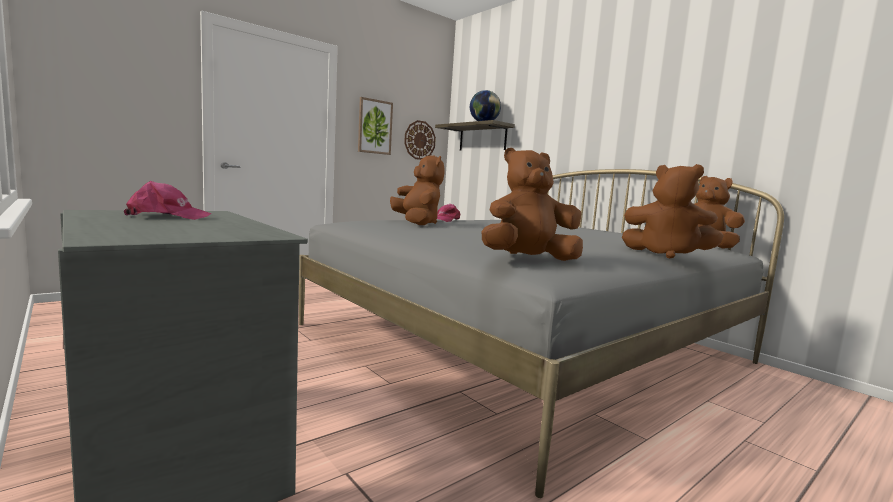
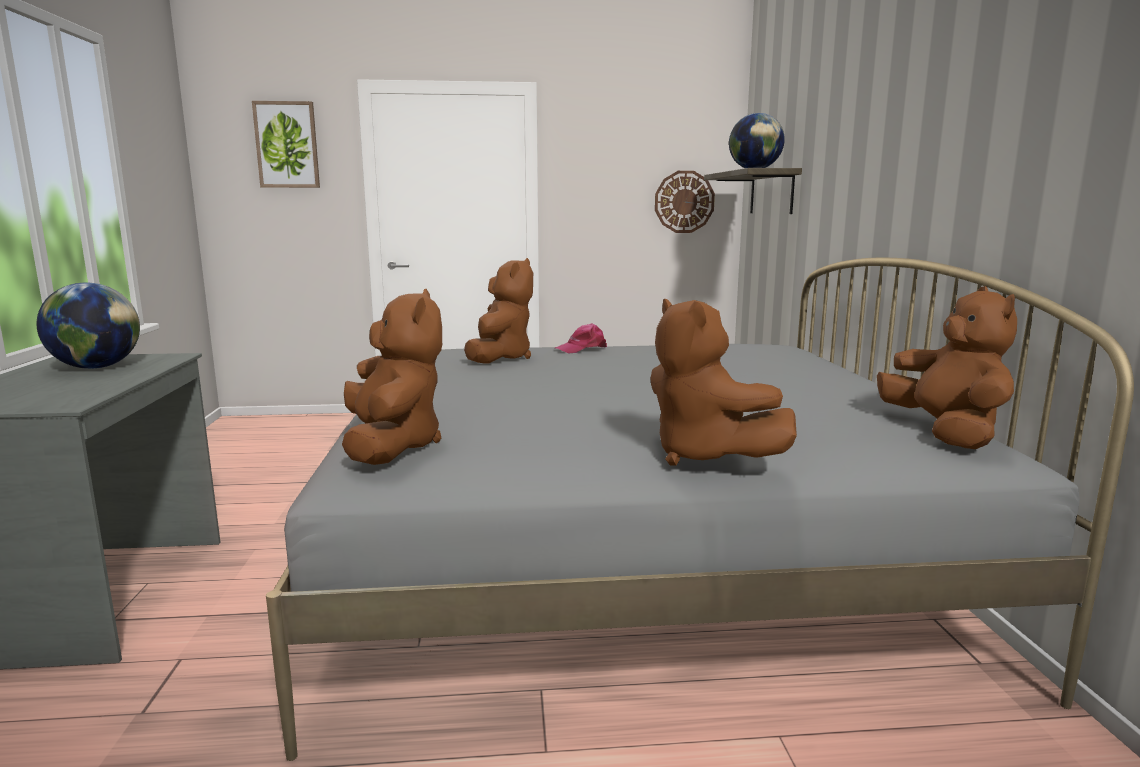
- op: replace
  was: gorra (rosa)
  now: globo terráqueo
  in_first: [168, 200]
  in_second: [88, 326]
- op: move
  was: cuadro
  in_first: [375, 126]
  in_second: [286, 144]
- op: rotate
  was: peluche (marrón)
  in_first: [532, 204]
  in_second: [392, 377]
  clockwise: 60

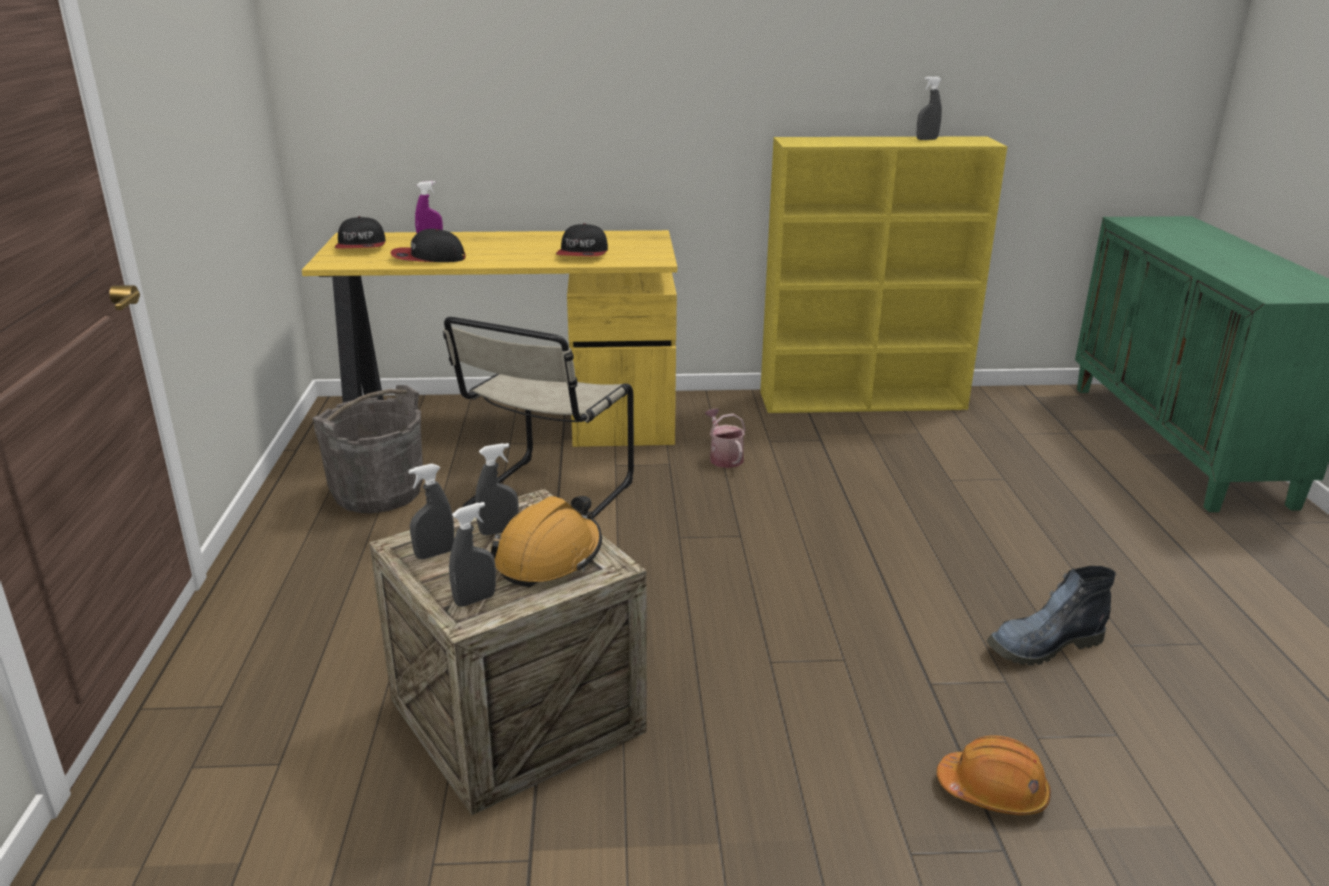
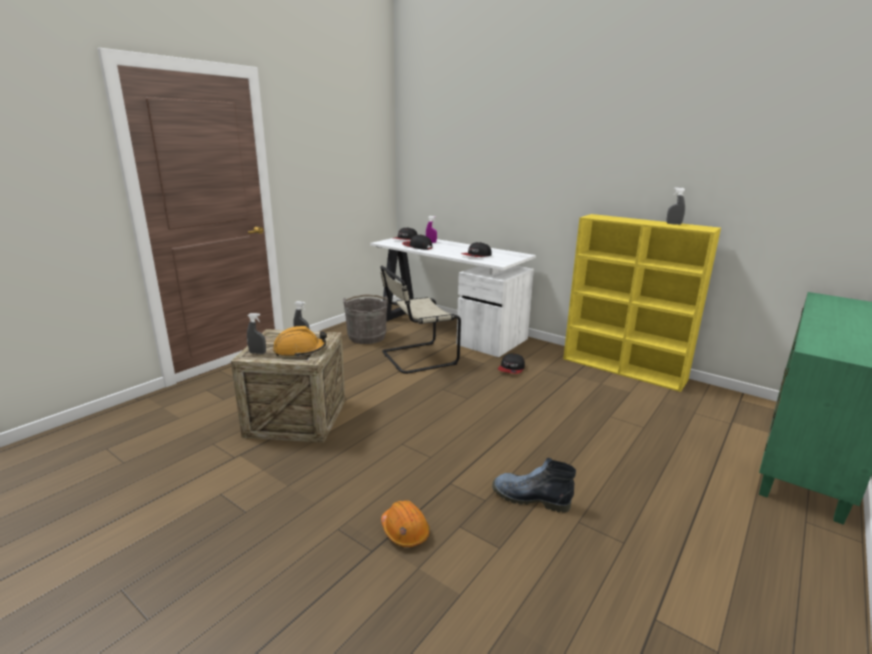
- op: recolor
  was: escritorio (amarillo)
  now: escritorio (blanco)
  in_first: [489, 338]
  in_second: [453, 297]
- op: replace
  was: regadera
  now: gorra
  in_first: [725, 438]
  in_second: [511, 363]
- op: delete
  was: pulverizador (gris)
  in_first: [431, 511]

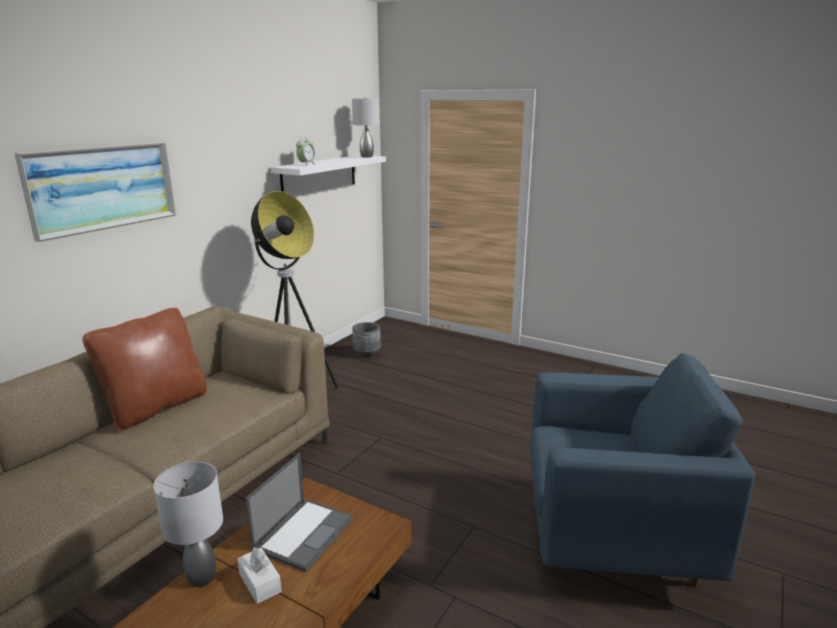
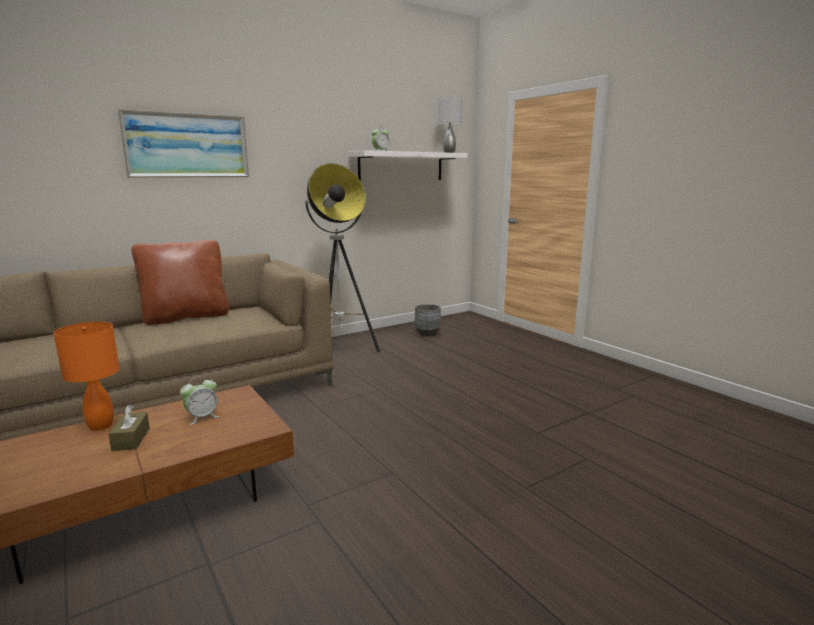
- op: recolor
  was: lámpara de mesa (gris)
  now: lámpara de mesa (naranja)
  in_first: [188, 524]
  in_second: [87, 376]
- op: recolor
  was: caja de pañuelos (blanco)
  now: caja de pañuelos (marrón)
  in_first: [259, 575]
  in_second: [129, 428]
- op: replace
  was: portátil
  now: despertador
  in_first: [299, 512]
  in_second: [199, 400]
- op: delete
  was: sillón (azul)
  in_first: [643, 470]

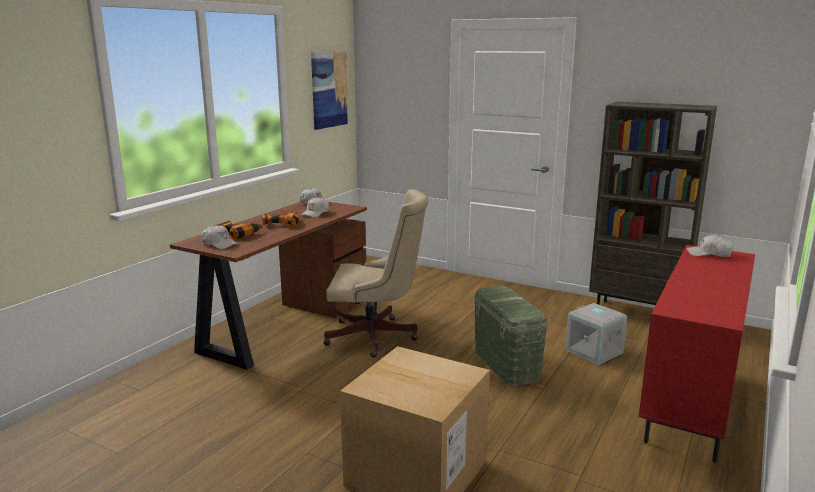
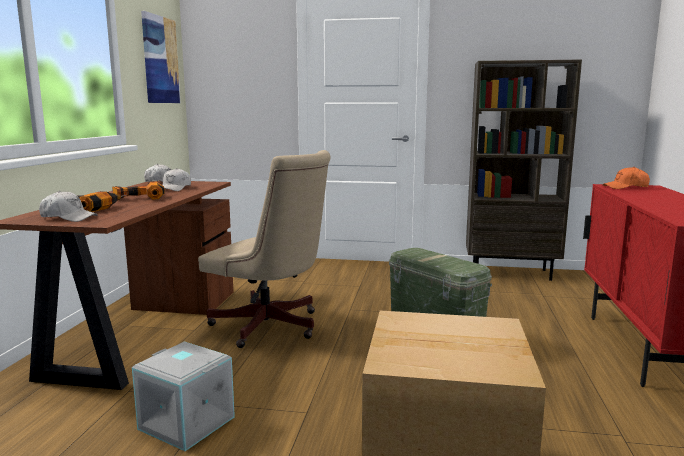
- op: move
  was: caja de almacenaje (gris)
  in_first: [596, 334]
  in_second: [183, 396]
- op: rotate
  was: silla de oficina (beis)
  in_first: [376, 273]
  in_second: [264, 249]
  clockwise: 45
- op: recolor
  was: gorra (blanco)
  now: gorra (naranja)
  in_first: [710, 246]
  in_second: [626, 178]

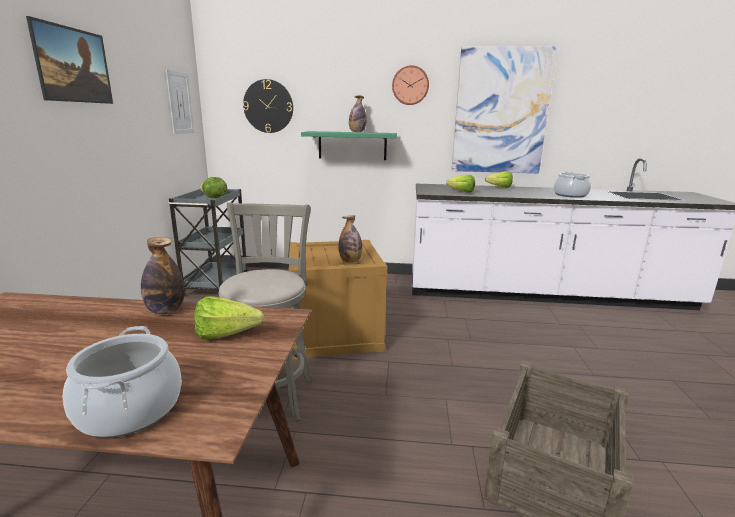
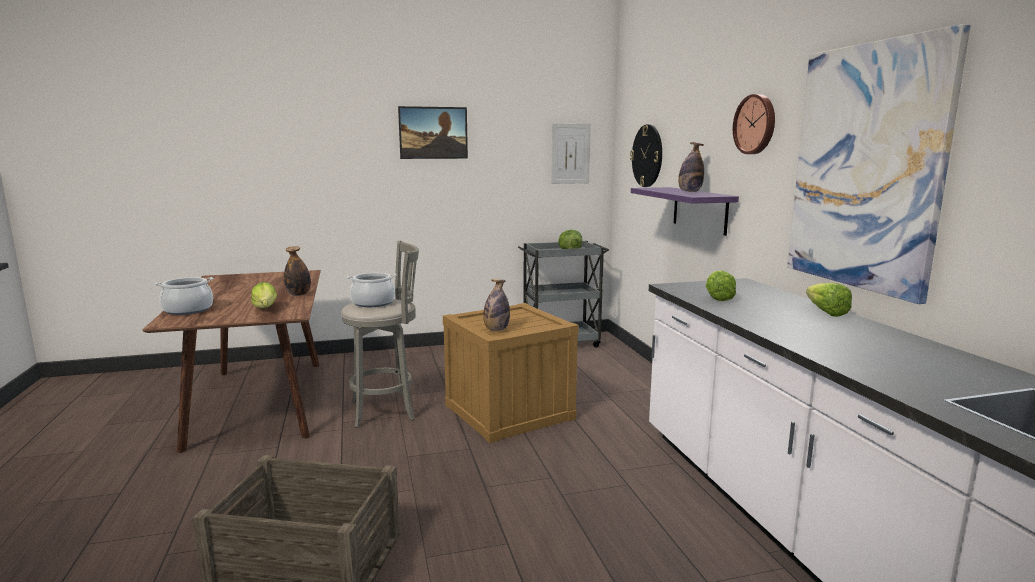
- op: move
  was: olla
  in_first: [572, 184]
  in_second: [371, 290]
- op: recolor
  was: estante (verde)
  now: estante (morado)
  in_first: [349, 145]
  in_second: [685, 211]

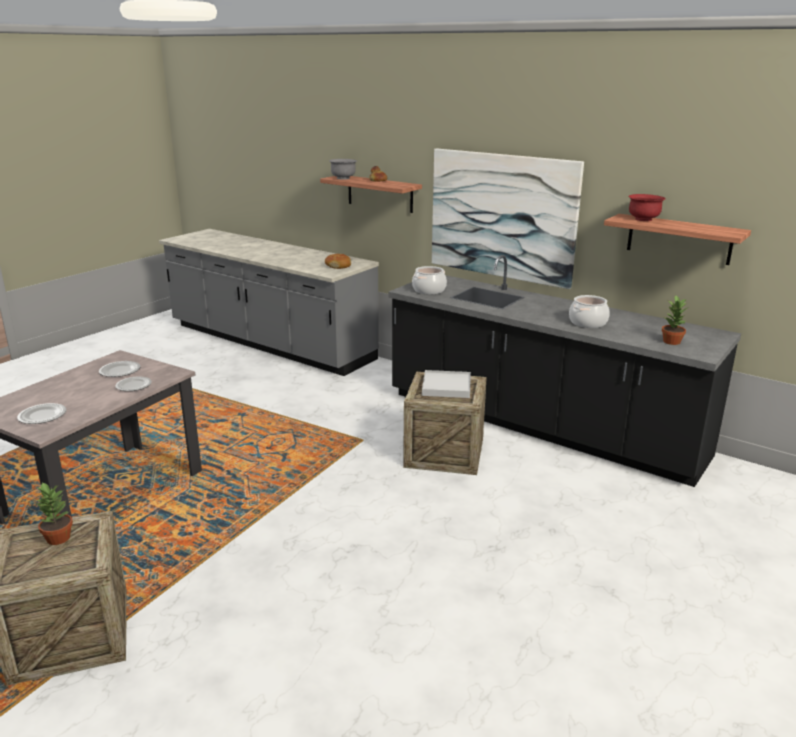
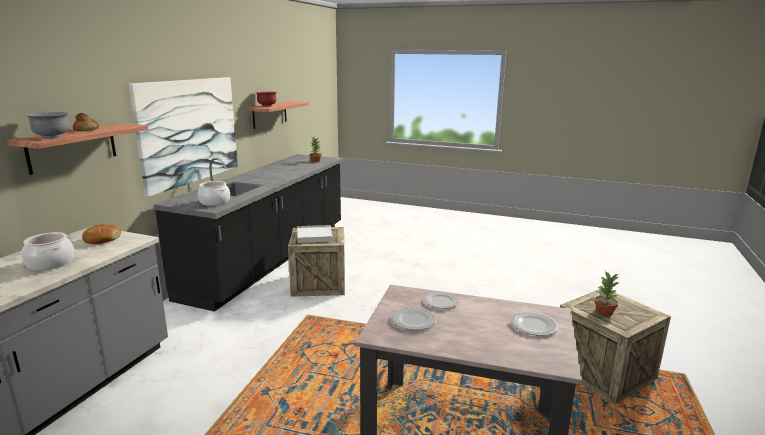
- op: move
  was: olla
  in_first: [589, 311]
  in_second: [47, 251]

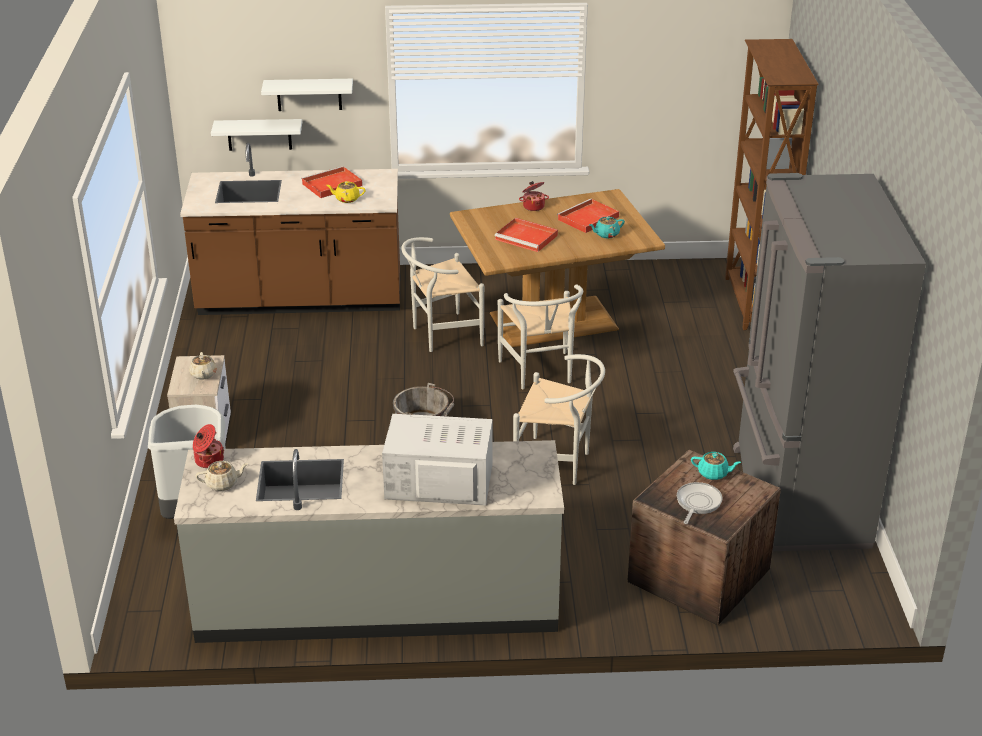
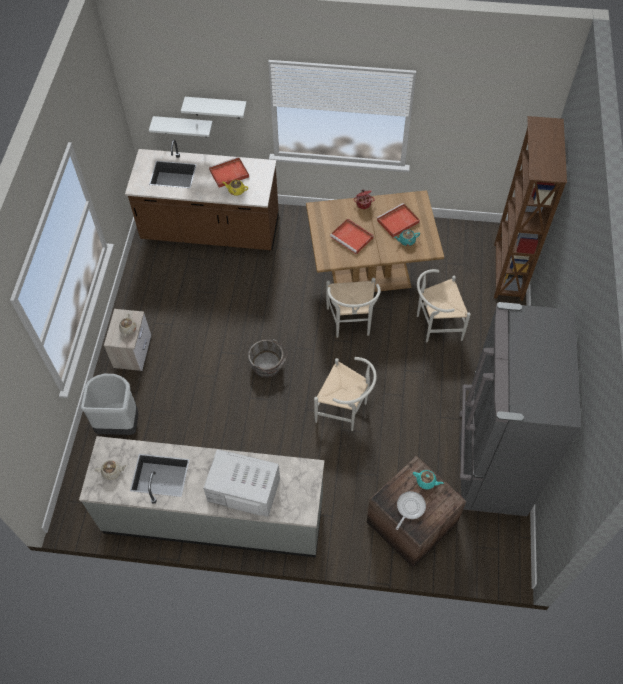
- op: move
  was: silla (blanco)
  in_first: [442, 294]
  in_second: [444, 305]
- op: delete
  was: olla
  in_first: [208, 446]

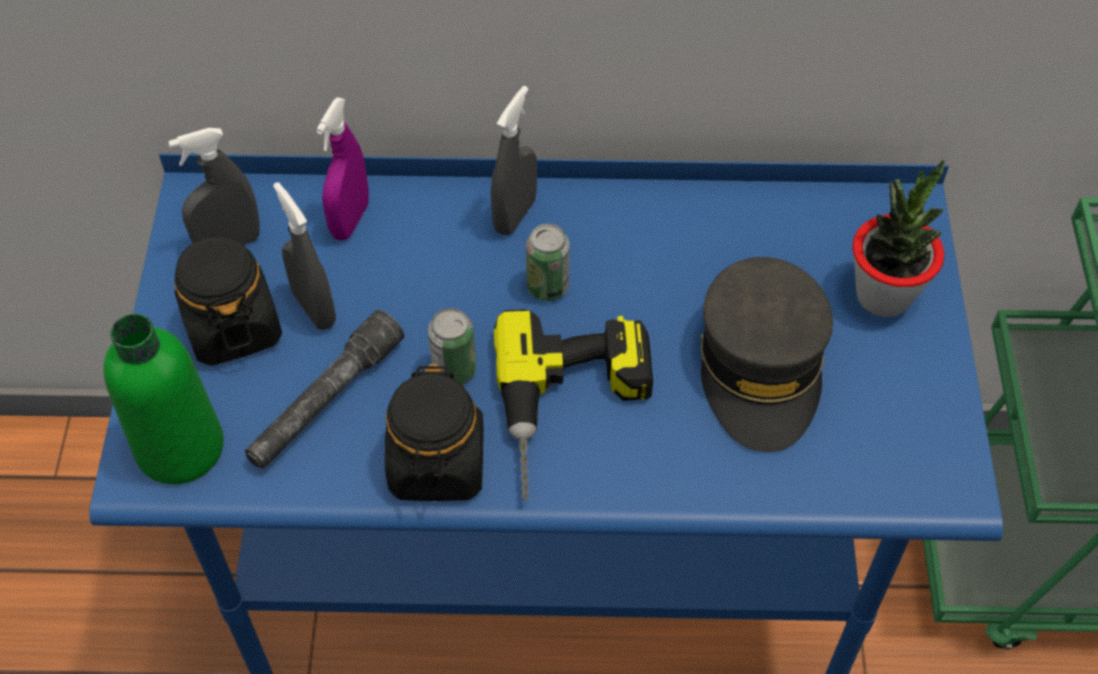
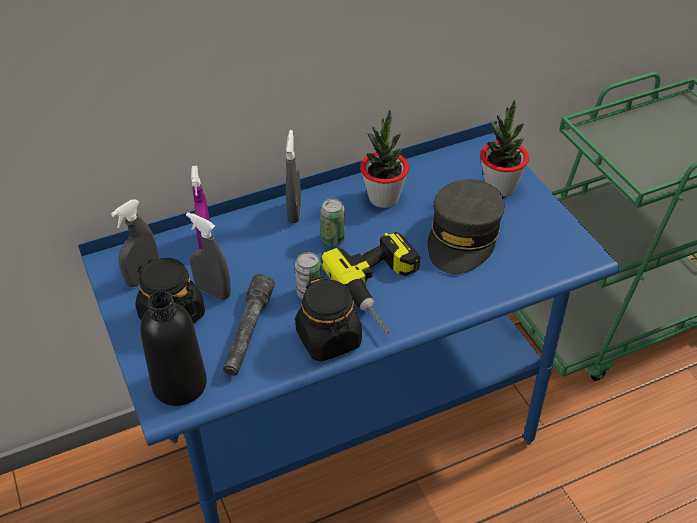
- op: recolor
  was: botella (verde)
  now: botella (negro)
  in_first: [163, 399]
  in_second: [173, 348]
- op: insert
  now: planta en maceta
  in_second: [384, 159]
- op: rotate
  was: gorra (gris)
  in_first: [767, 354]
  in_second: [466, 226]
  clockwise: 45

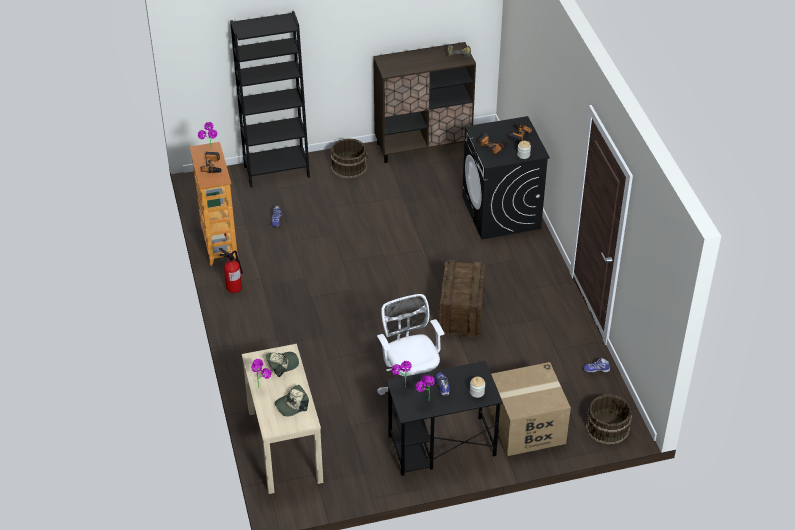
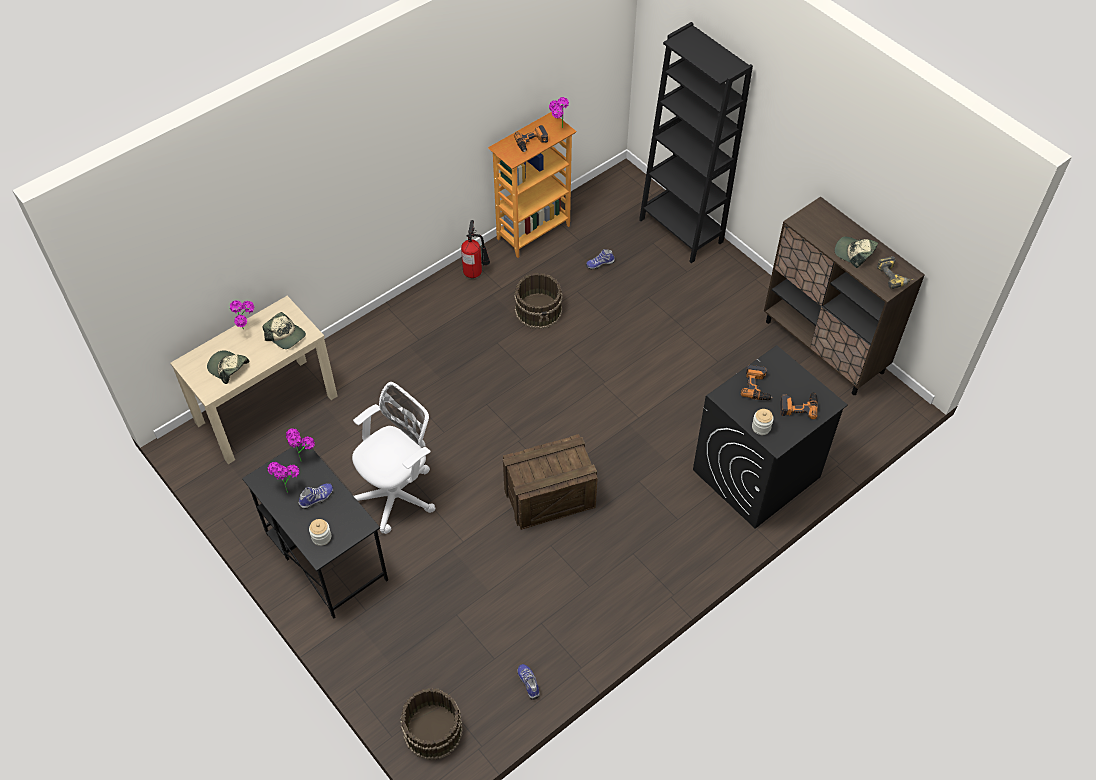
- op: move
  was: cubo (marrón)
  in_first: [349, 158]
  in_second: [538, 301]
- op: insert
  now: gorra
  in_second: [856, 252]
- op: delete
  was: caja de cartón
  in_first: [530, 409]

